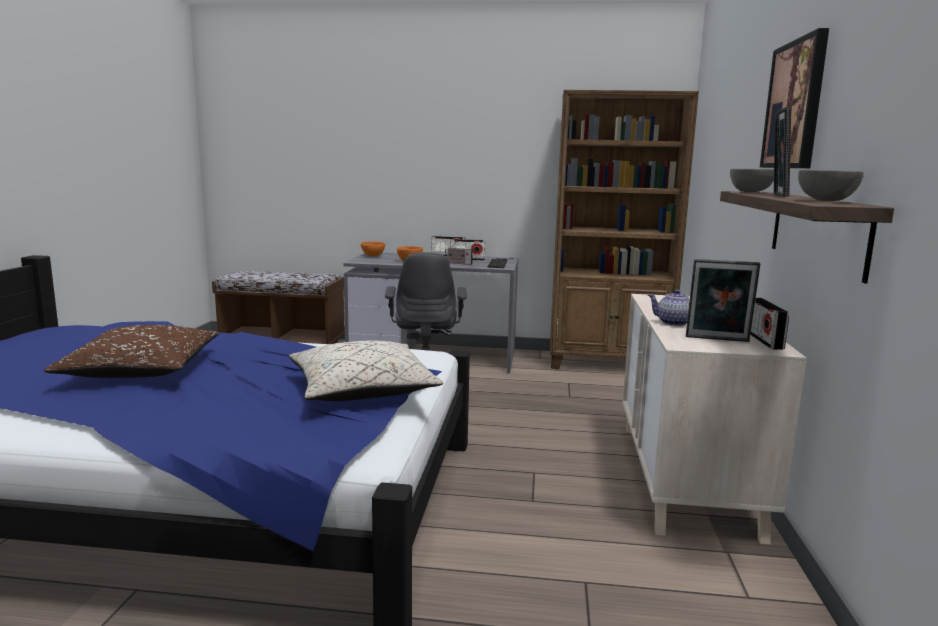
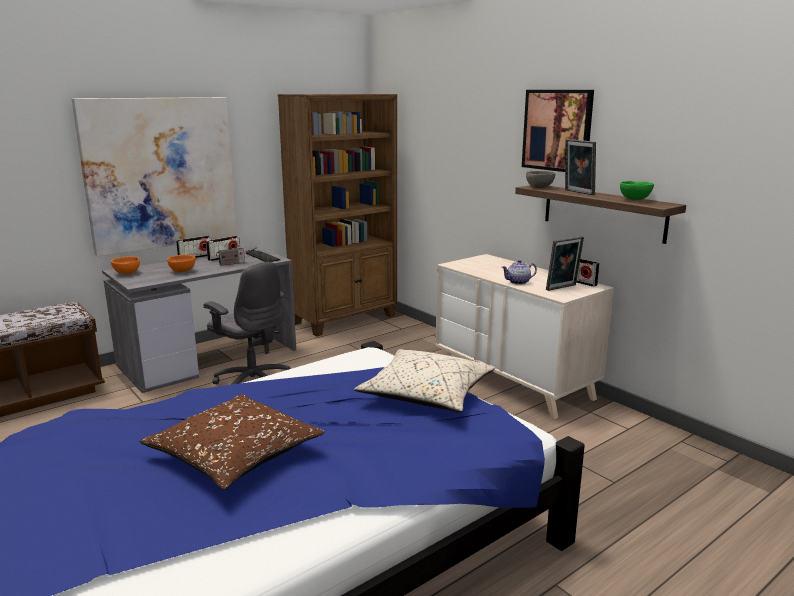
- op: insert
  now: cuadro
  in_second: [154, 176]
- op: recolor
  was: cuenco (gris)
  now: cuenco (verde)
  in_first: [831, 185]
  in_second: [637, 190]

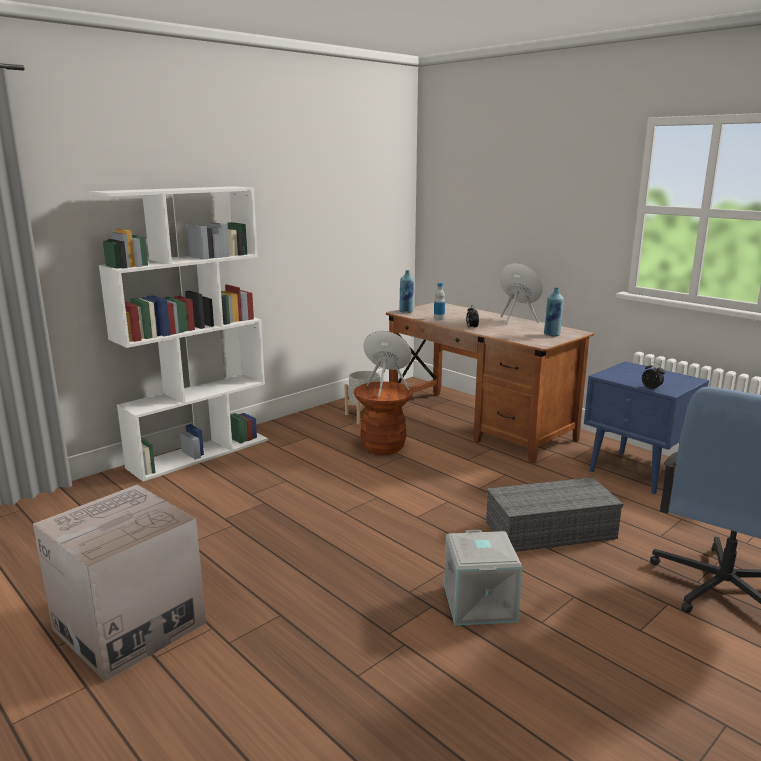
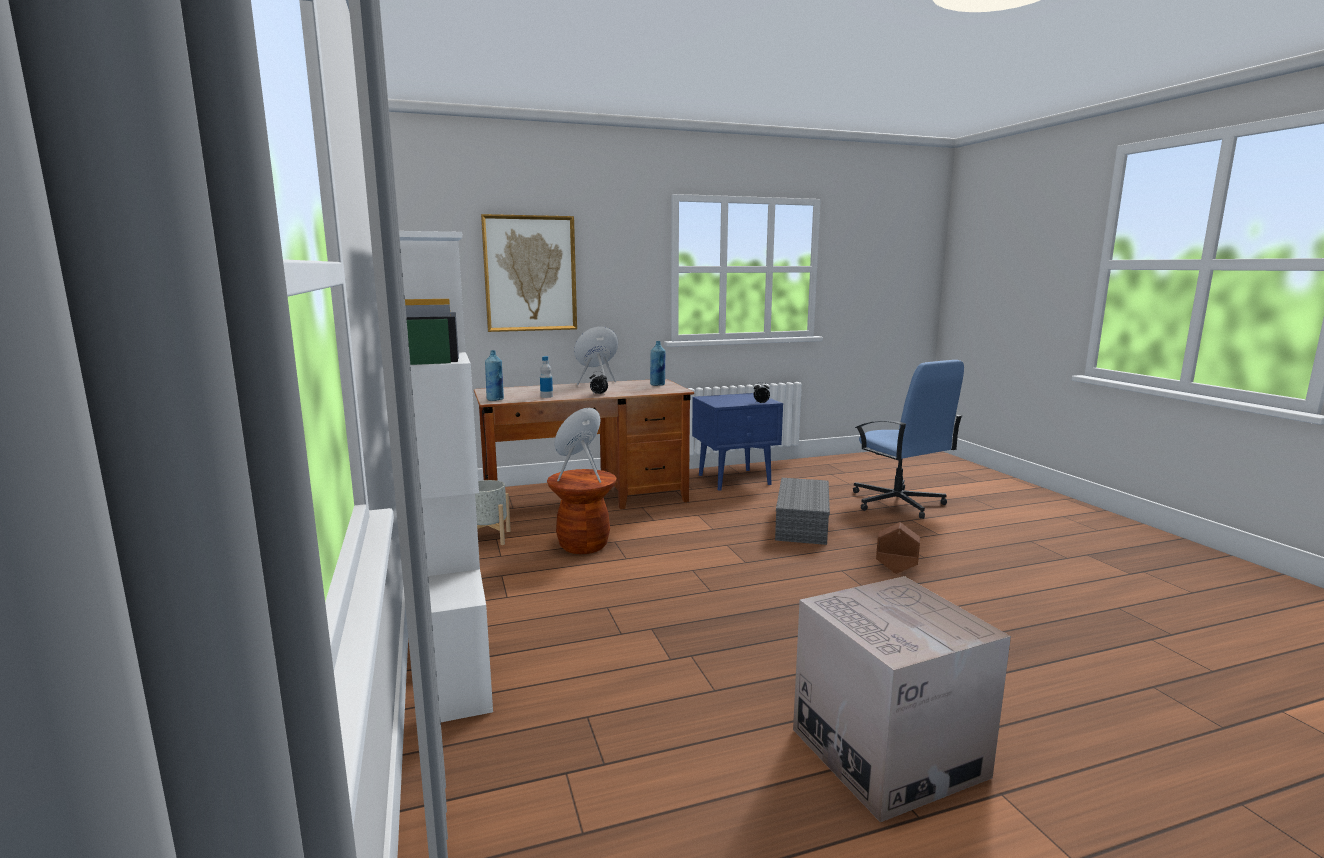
- op: insert
  now: cuadro
  in_second: [529, 273]
- op: replace
  was: caja de almacenaje (gris)
  now: maceta (marrón)
  in_first: [483, 578]
  in_second: [898, 548]

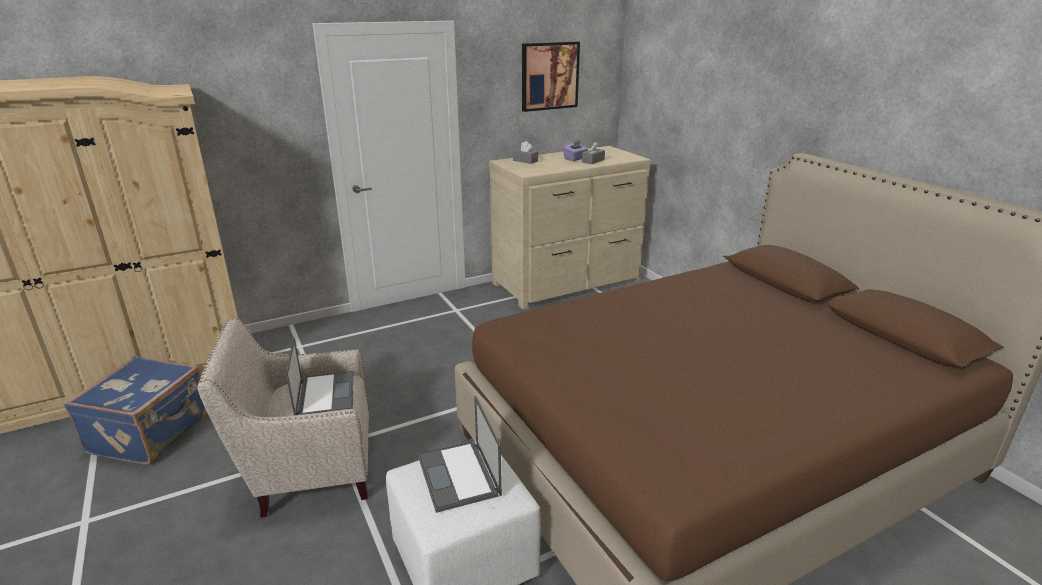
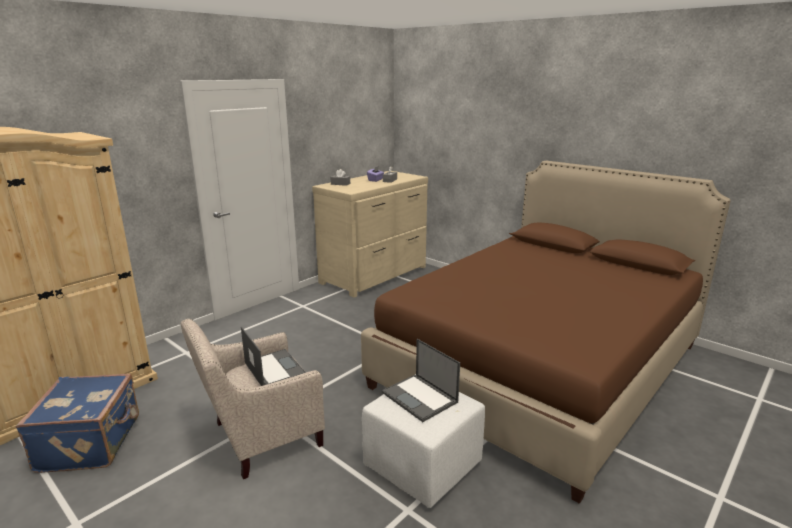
- op: delete
  was: cuadro
  in_first: [551, 76]

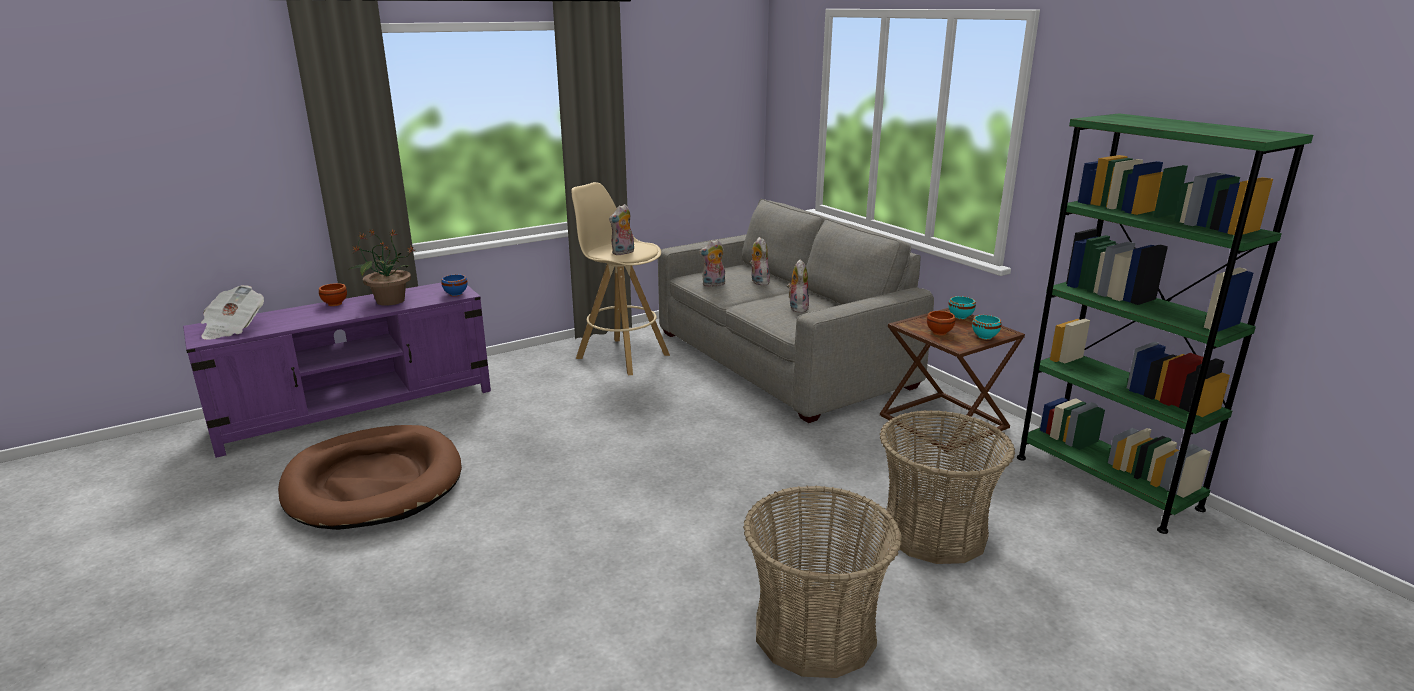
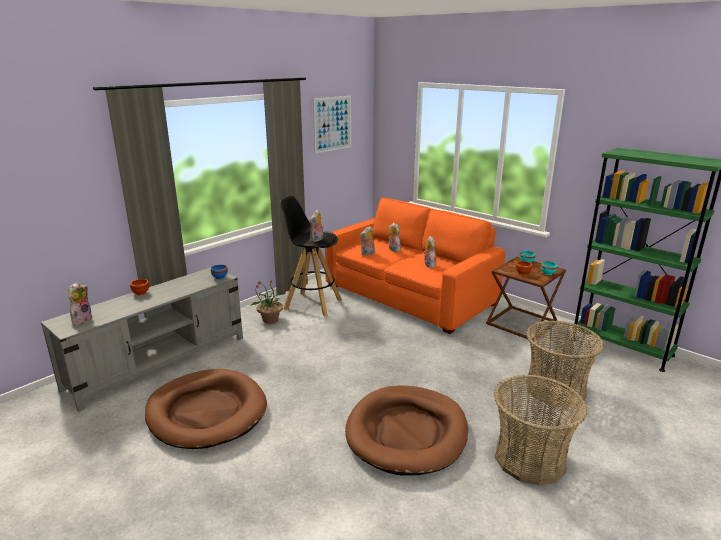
- op: recolor
  was: mueble de televisión (morado)
  now: mueble de televisión (gris)
  in_first: [337, 370]
  in_second: [142, 340]
- op: replace
  was: periódico
  now: peluche
  in_first: [232, 312]
  in_second: [80, 303]
- op: move
  was: planta en maceta
  in_first: [381, 268]
  in_second: [267, 302]
- op: recolor
  was: taburete (beis)
  now: taburete (negro)
  in_first: [621, 278]
  in_second: [311, 256]
- op: insert
  now: cuadro
  in_second: [332, 125]
- op: recolor
  was: sofá (gris)
  now: sofá (naranja)
  in_first: [796, 311]
  in_second: [415, 265]
- op: insert
  now: cama para perro (marrón)
  in_second: [406, 430]

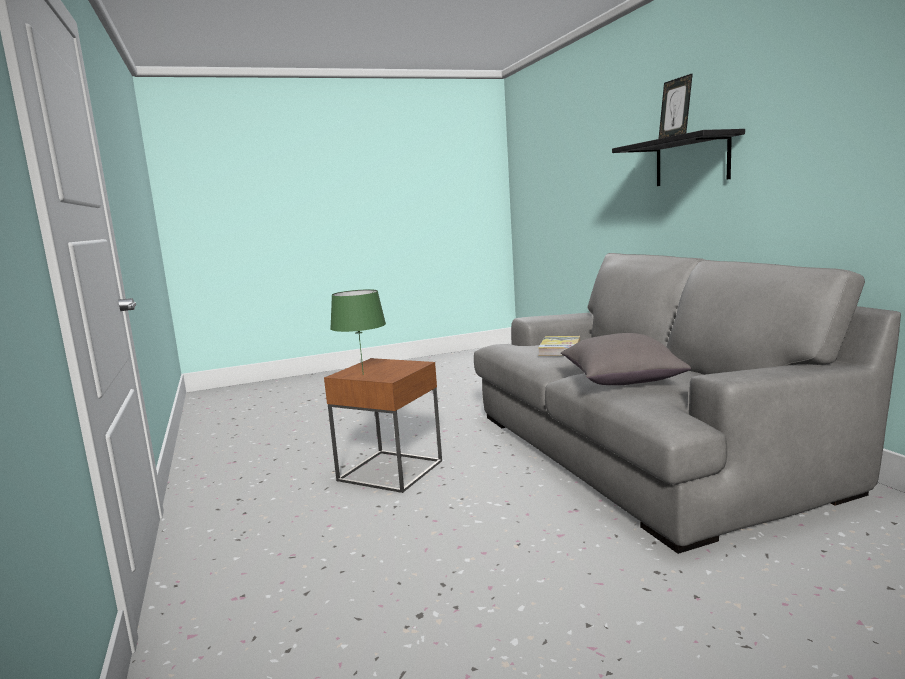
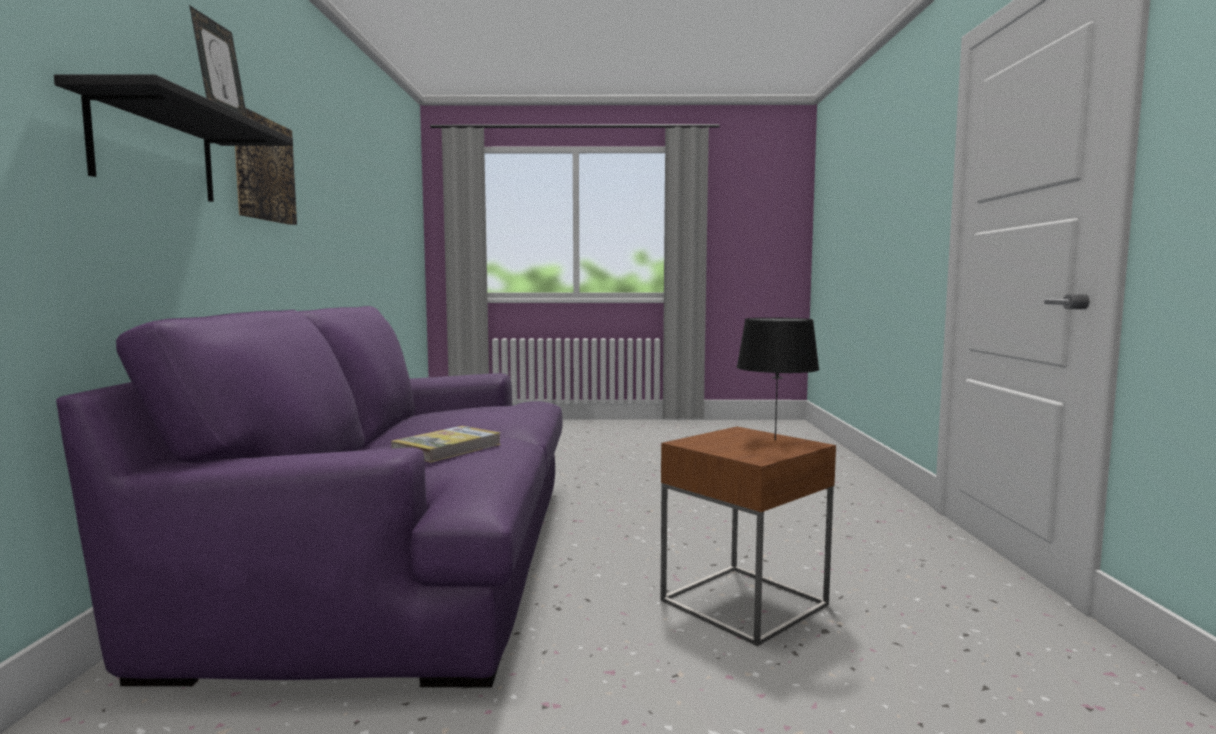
- op: recolor
  was: sofá (gris)
  now: sofá (morado)
  in_first: [687, 403]
  in_second: [309, 496]
- op: insert
  now: cuadro
  in_second: [266, 166]
- op: recolor
  was: lámpara de mesa (verde)
  now: lámpara de mesa (negro)
  in_first: [358, 332]
  in_second: [778, 379]
- op: delete
  was: cojín (gris)
  in_first: [626, 359]

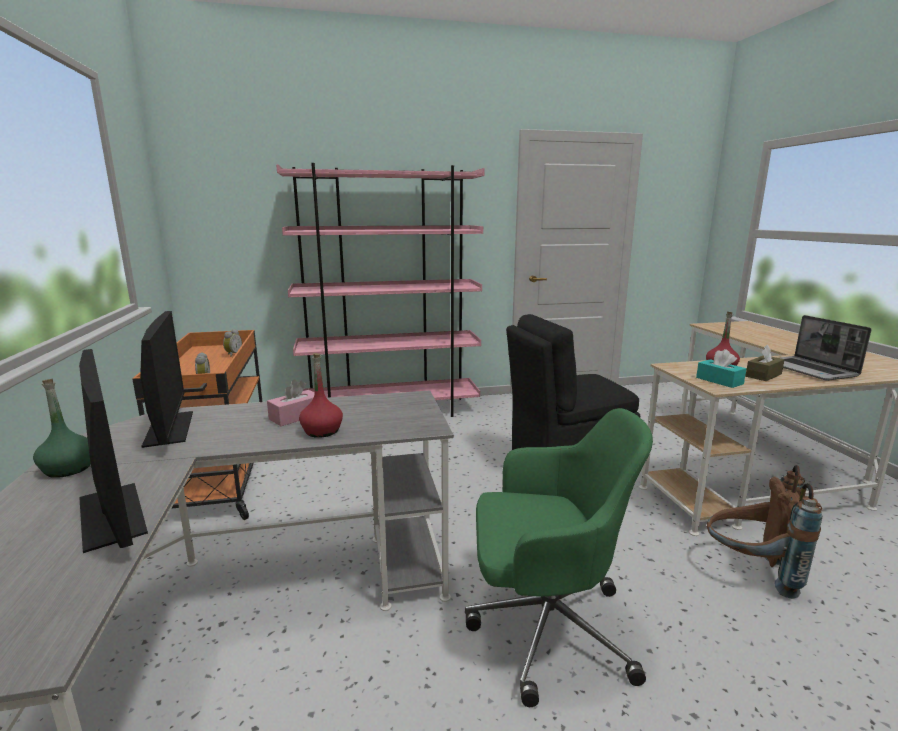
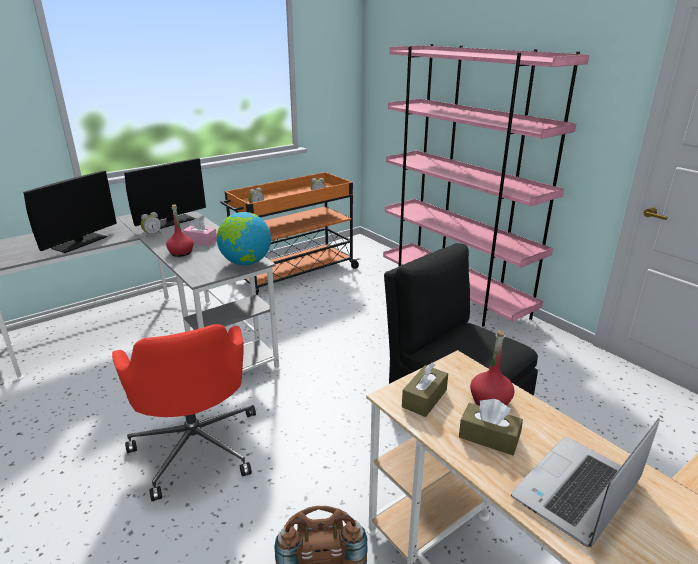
- op: recolor
  was: silla de oficina (verde)
  now: silla de oficina (rojo)
  in_first: [559, 557]
  in_second: [184, 412]
- op: insert
  now: despertador
  in_second: [151, 224]
- op: insert
  now: globo terráqueo
  in_second: [244, 238]
- op: recolor
  was: caja de pañuelos (turquesa)
  now: caja de pañuelos (marrón)
  in_first: [721, 368]
  in_second: [425, 390]
- op: delete
  was: botella (verde)
  in_first: [62, 428]

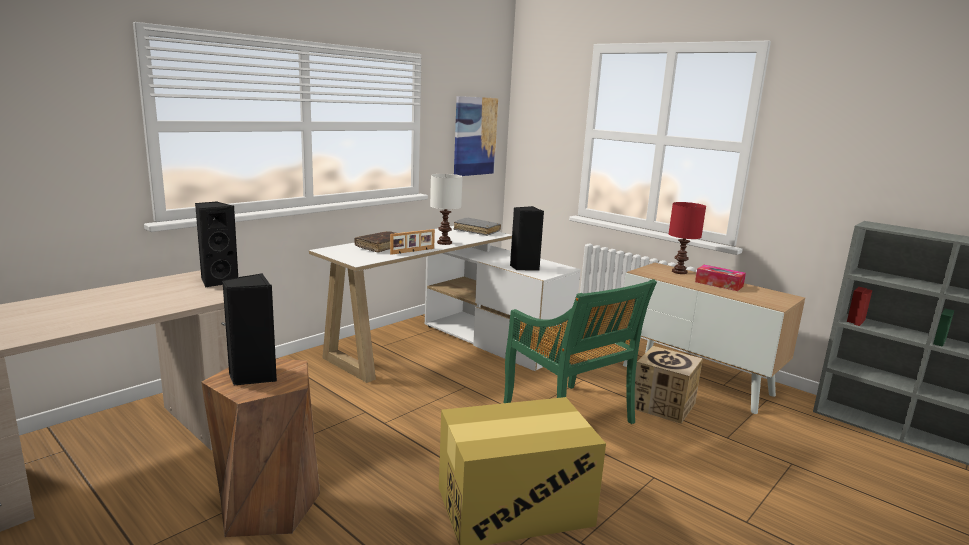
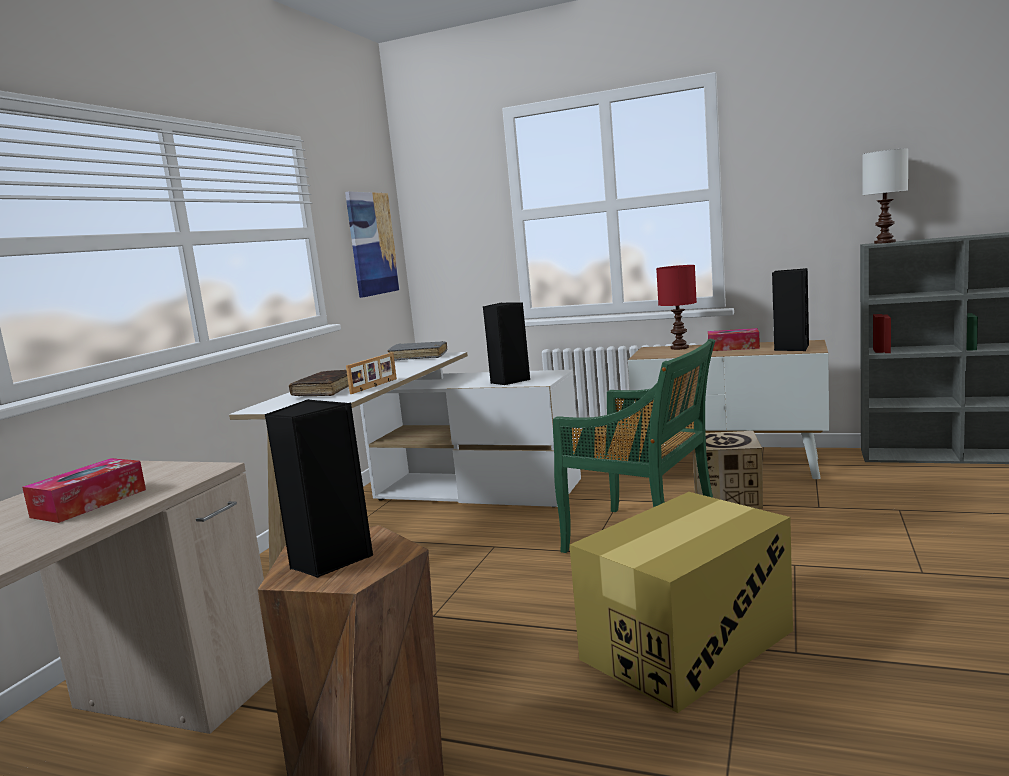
- op: insert
  now: caja de pañuelos
  in_second: [84, 490]
- op: move
  was: altavoz (negro)
  in_first: [216, 244]
  in_second: [790, 309]
- op: move
  was: lámpara de mesa (blanco)
  in_first: [446, 209]
  in_second: [885, 196]

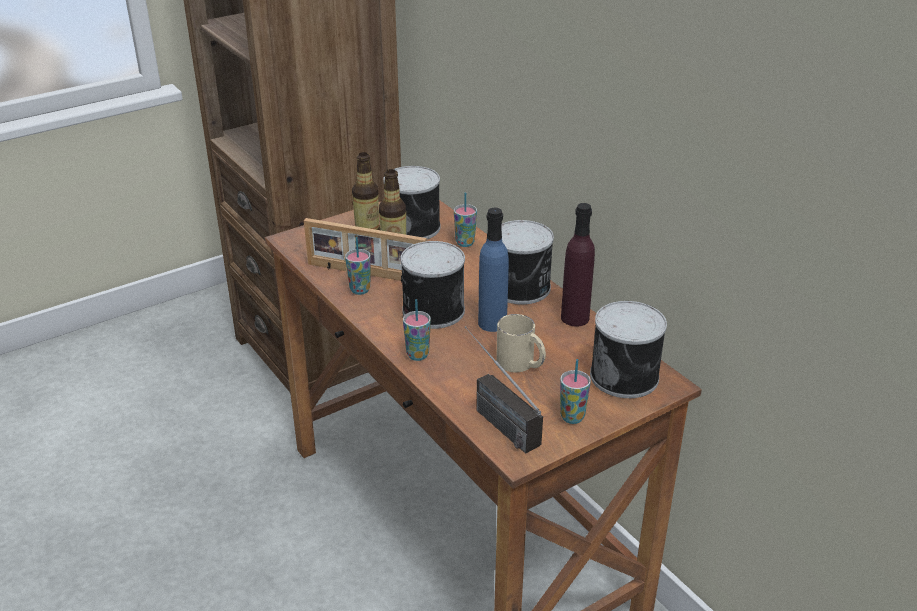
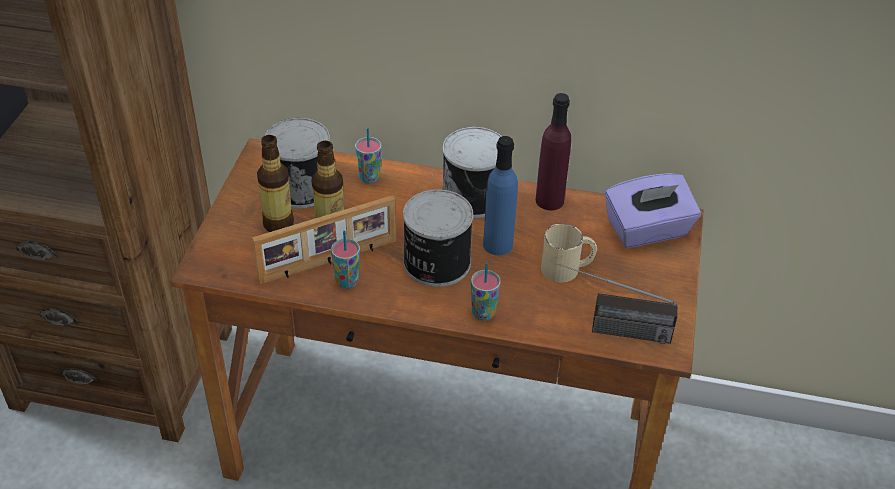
- op: replace
  was: lata
  now: caja de pañuelos (morado)
  in_first: [628, 349]
  in_second: [653, 210]
- op: delete
  was: taza
  in_first: [575, 391]

